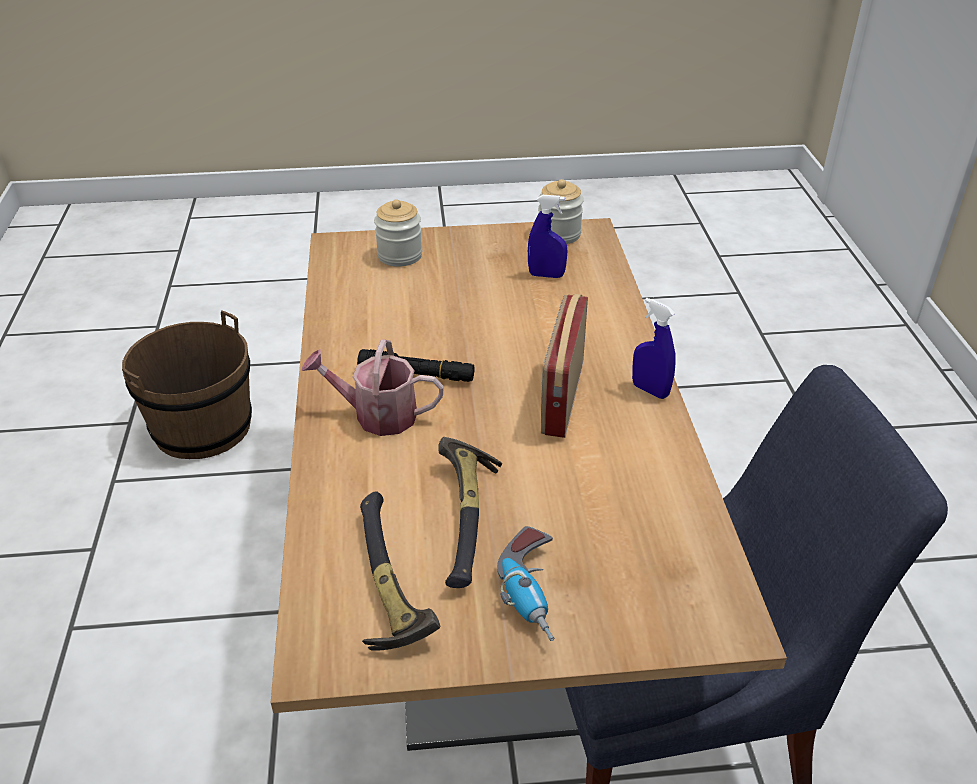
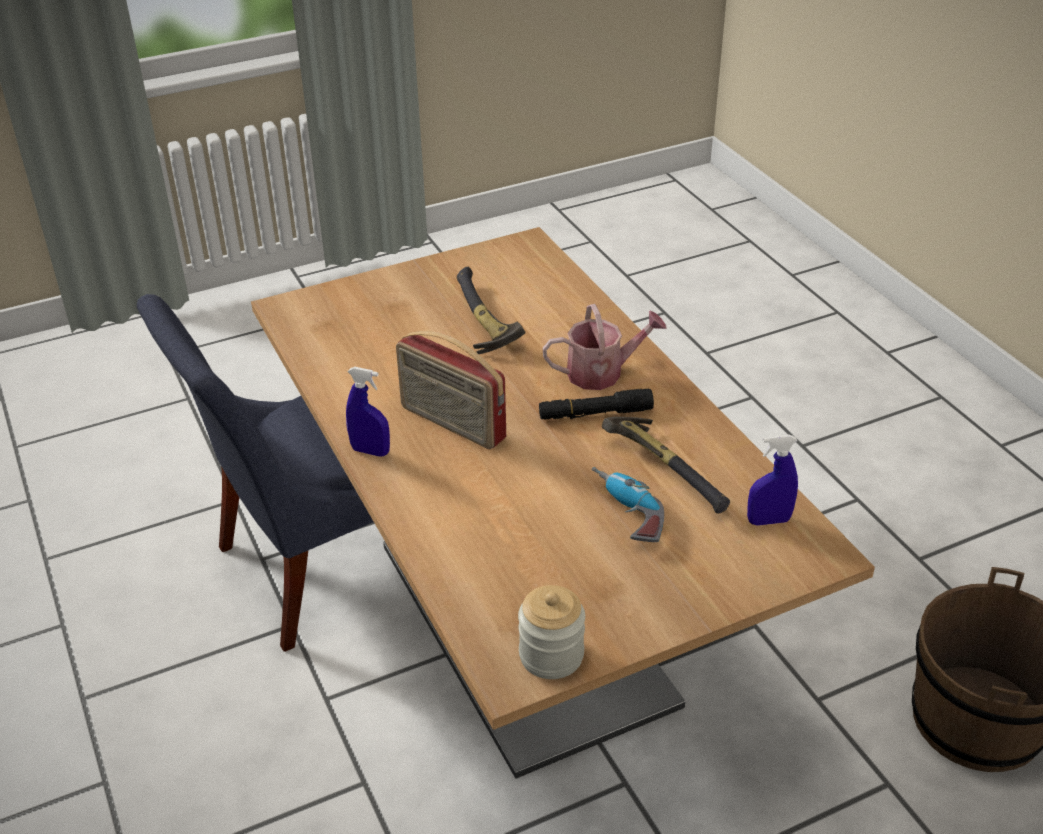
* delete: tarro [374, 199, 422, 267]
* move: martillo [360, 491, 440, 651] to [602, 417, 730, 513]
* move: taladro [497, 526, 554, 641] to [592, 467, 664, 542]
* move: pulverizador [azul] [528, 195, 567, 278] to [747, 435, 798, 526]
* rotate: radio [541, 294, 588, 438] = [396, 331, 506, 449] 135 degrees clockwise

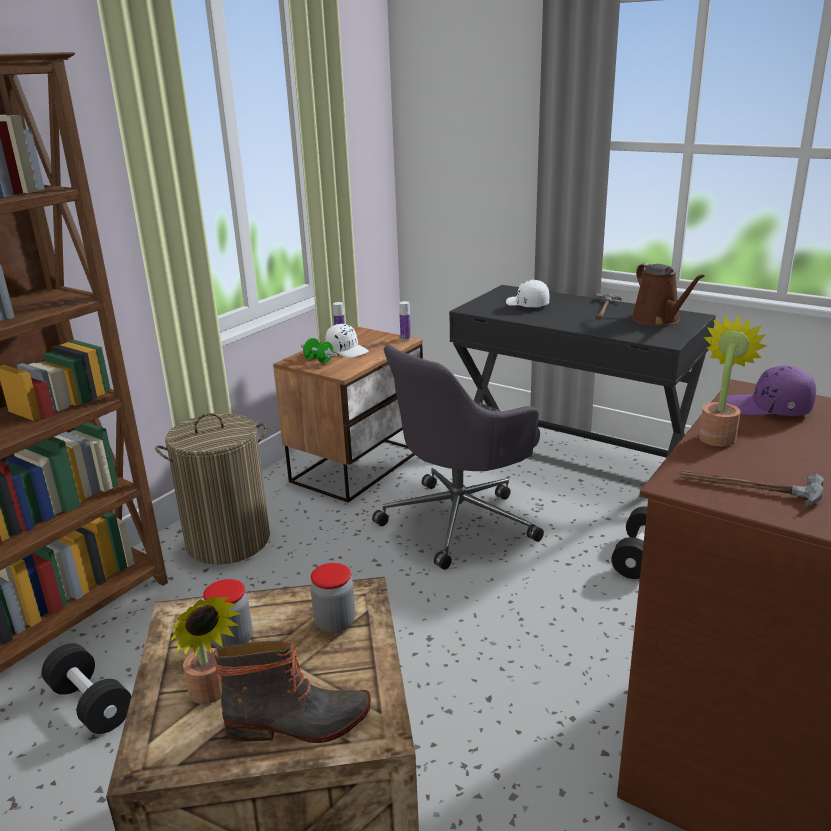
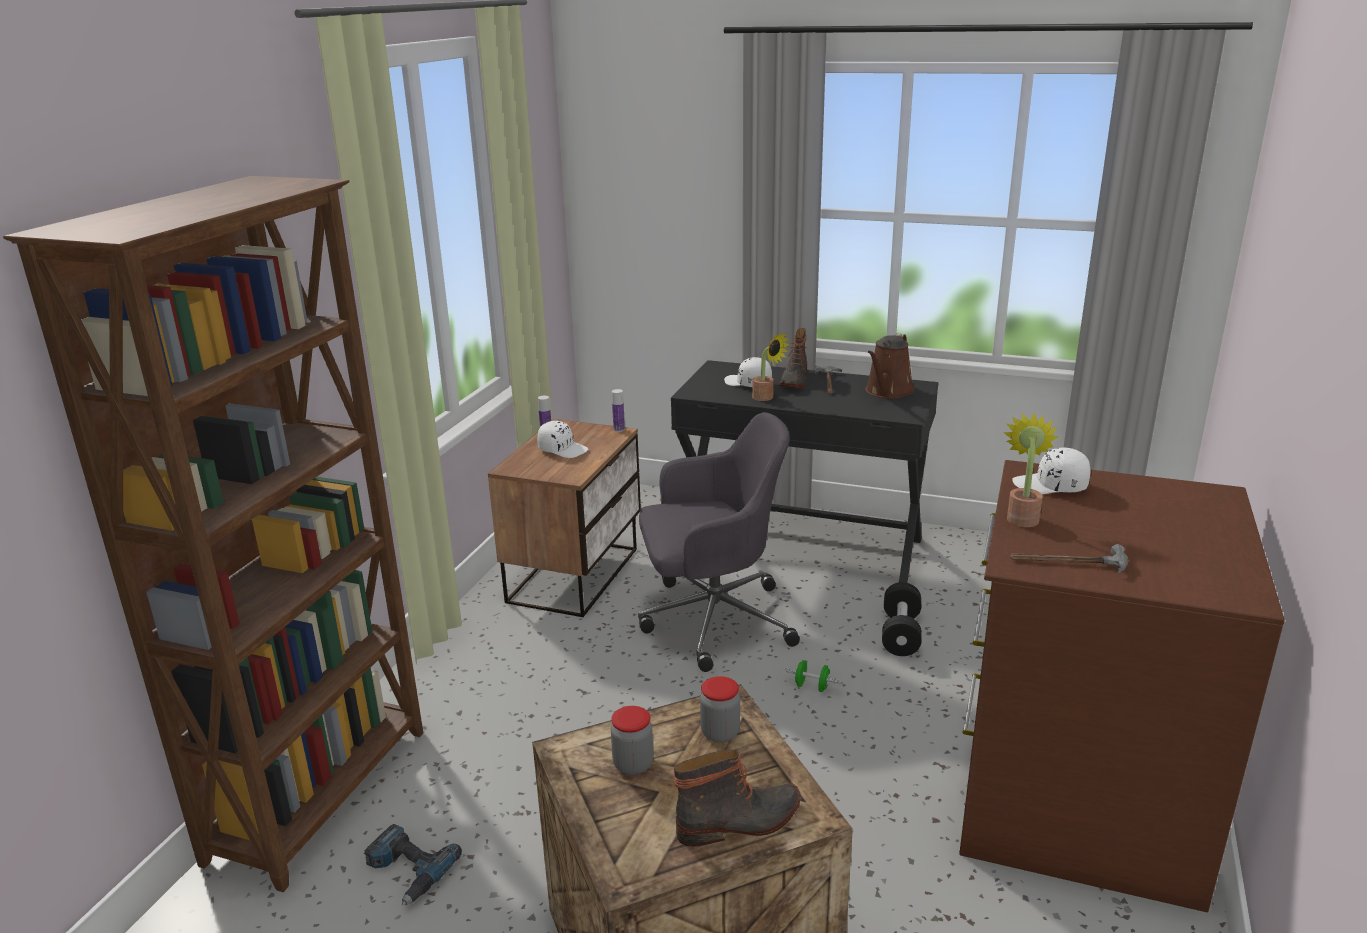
* delete: cesto de la ropa [155, 413, 270, 565]
* insert: bota [779, 328, 807, 388]
* move: planta en maceta [171, 596, 241, 704] to [752, 333, 790, 401]
* move: mancuerna [verde] [301, 338, 337, 363] to [784, 660, 842, 692]
* replace: mancuerna [negro] [42, 643, 131, 734] to taladro [364, 824, 462, 906]
* recolor: gorra [morado] [727, 366, 816, 416] to gorra [blanco] [1012, 448, 1090, 494]
* rotate: silla de oficina [gris] [372, 345, 544, 570] = [638, 412, 800, 672] 135 degrees counterclockwise
* rotate: regadera [marrón] [632, 263, 705, 326] = [865, 334, 915, 399] 60 degrees clockwise

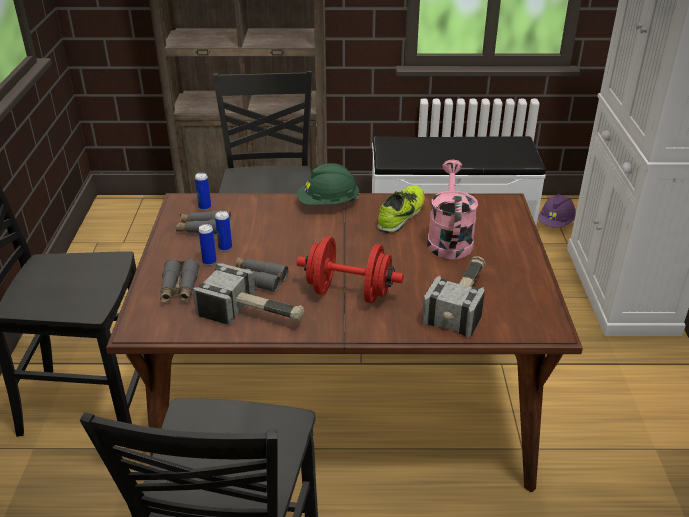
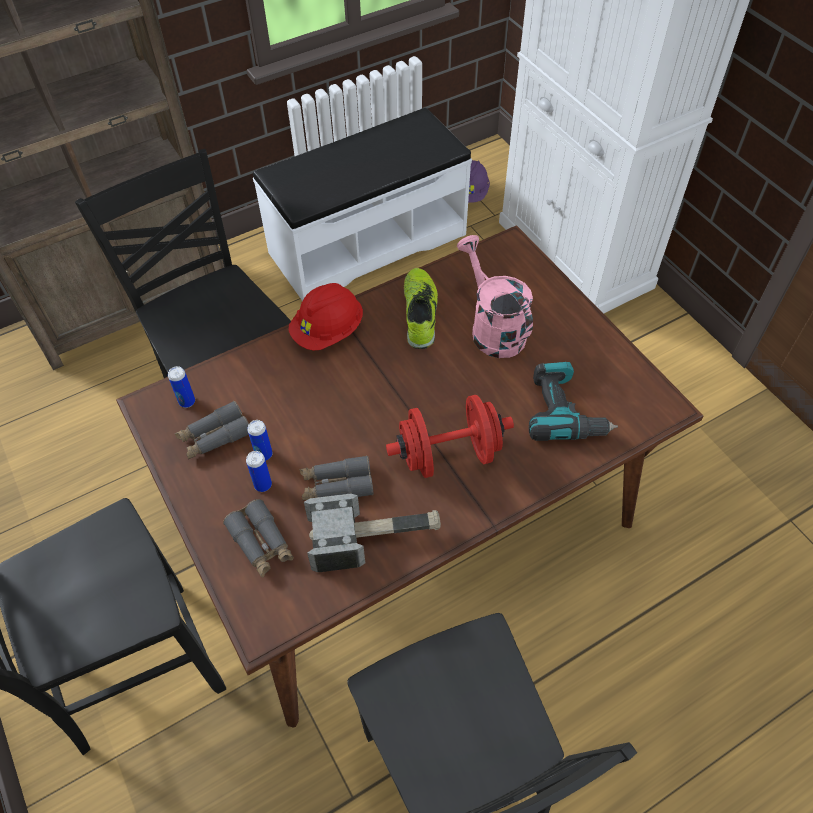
* replace: martillo [422, 256, 486, 338] to taladro [529, 362, 618, 441]
* recolor: casco [verde] [297, 163, 360, 205] to casco [rojo] [289, 283, 363, 351]

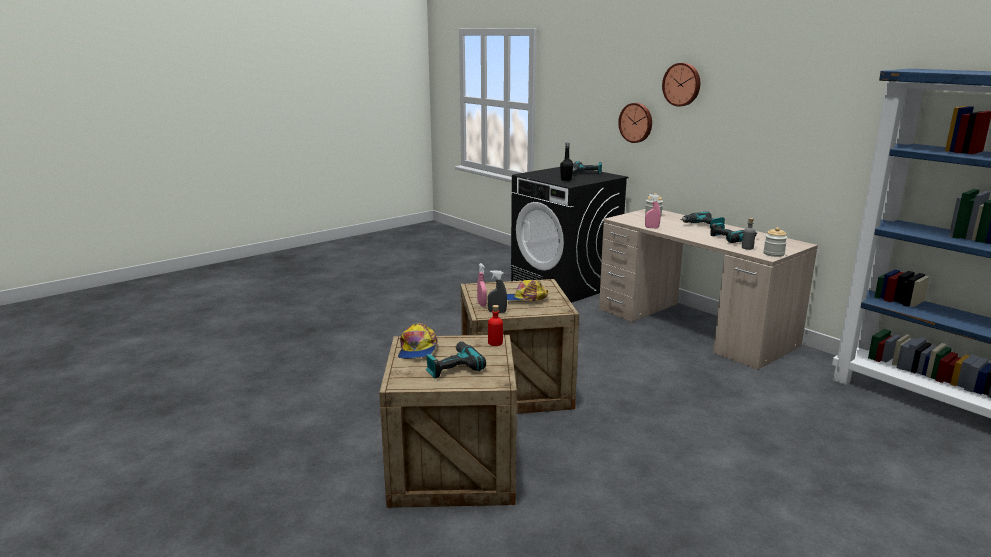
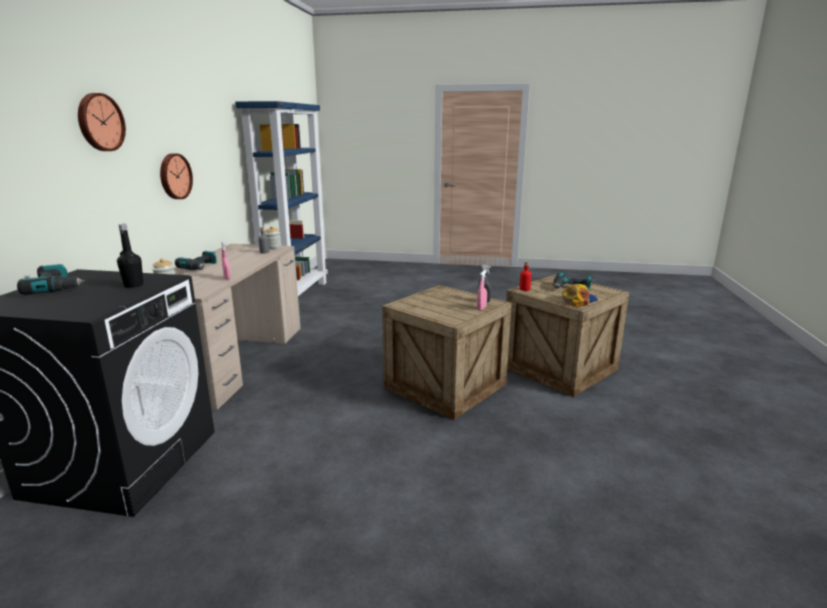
* delete: gorra [507, 280, 548, 301]
* delete: taladro [710, 222, 757, 243]
* move: reloj de pared [618, 103, 652, 143] to [160, 153, 193, 199]

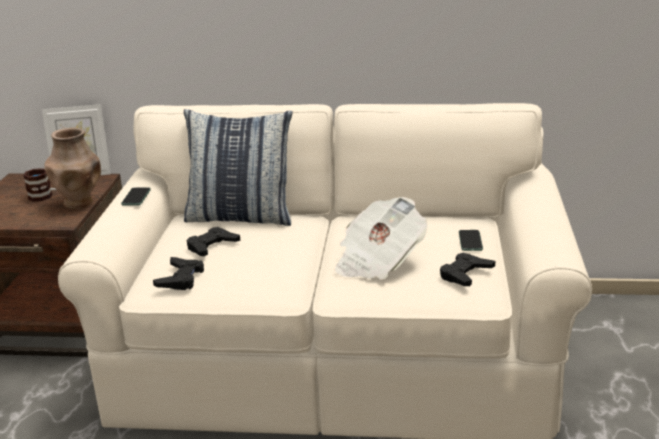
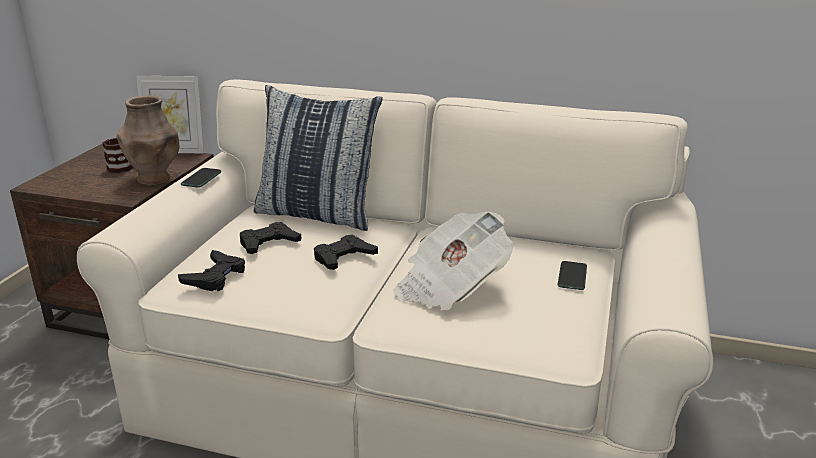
* move: mando de consola [negro] [440, 252, 495, 286] to [314, 235, 378, 270]

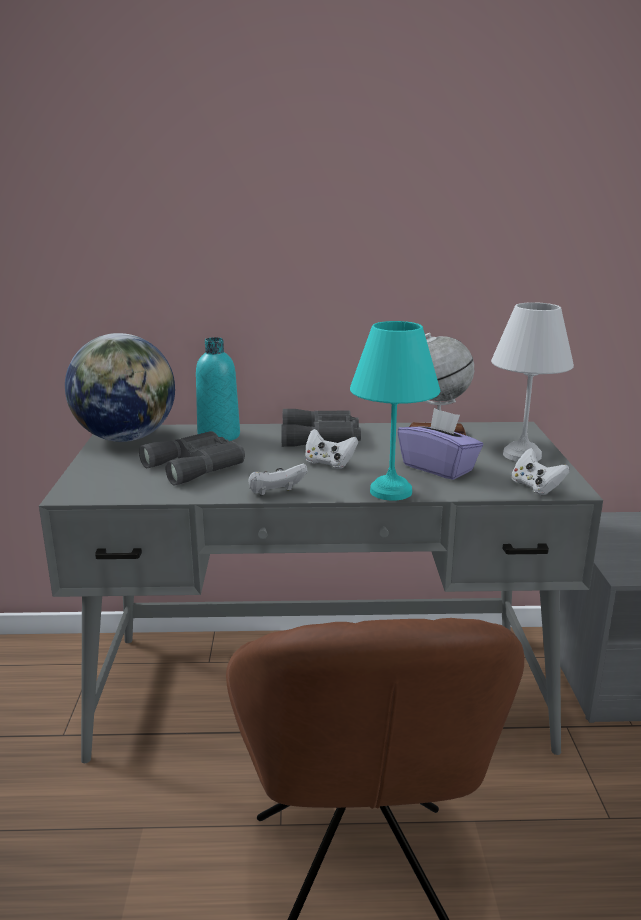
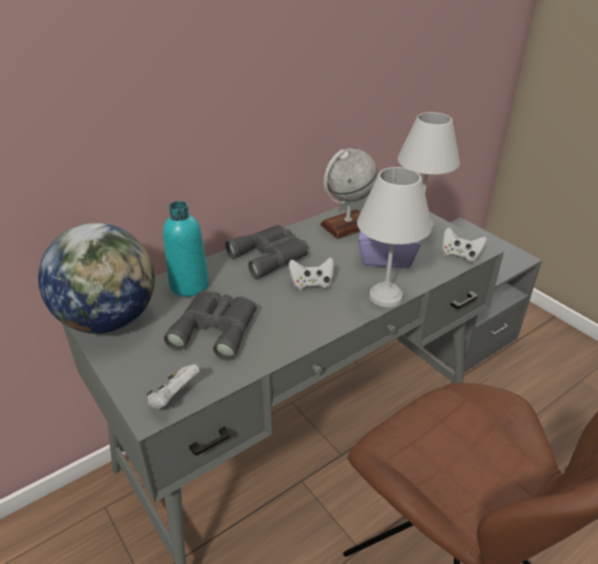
* move: mando de consola [blanco] [248, 463, 307, 496] to [146, 364, 200, 409]
* recolor: lámpara de mesa [turquesa] [350, 321, 440, 501] to lámpara de mesa [blanco] [357, 167, 432, 307]

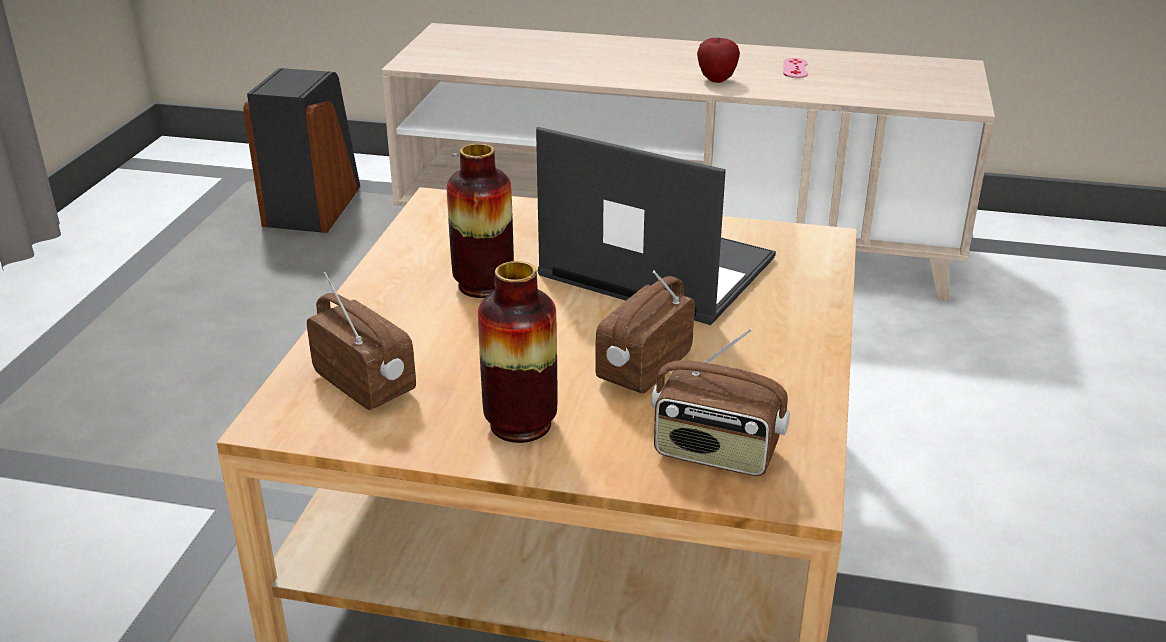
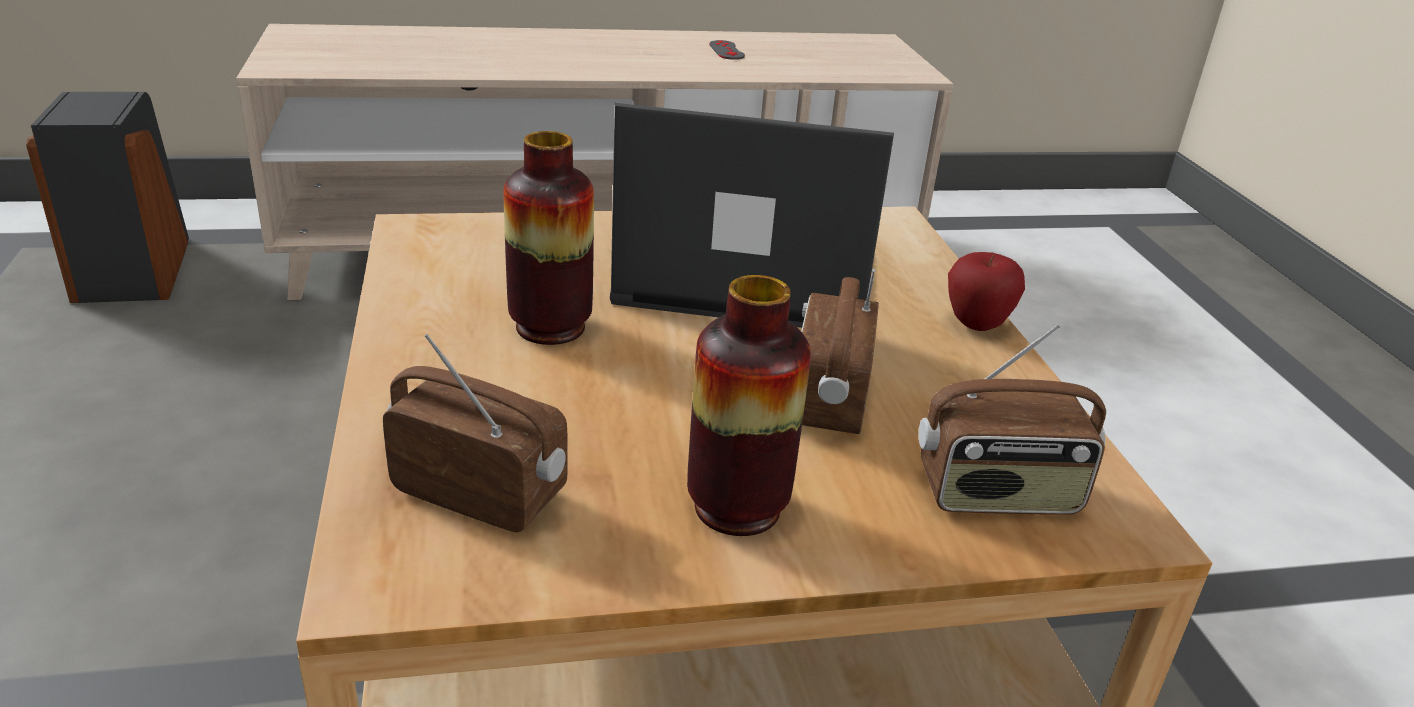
* move: manzana [697, 37, 740, 83] to [948, 252, 1025, 331]
* recolor: mando de consola [rosa] [783, 58, 808, 78] to mando de consola [gris] [709, 40, 745, 60]

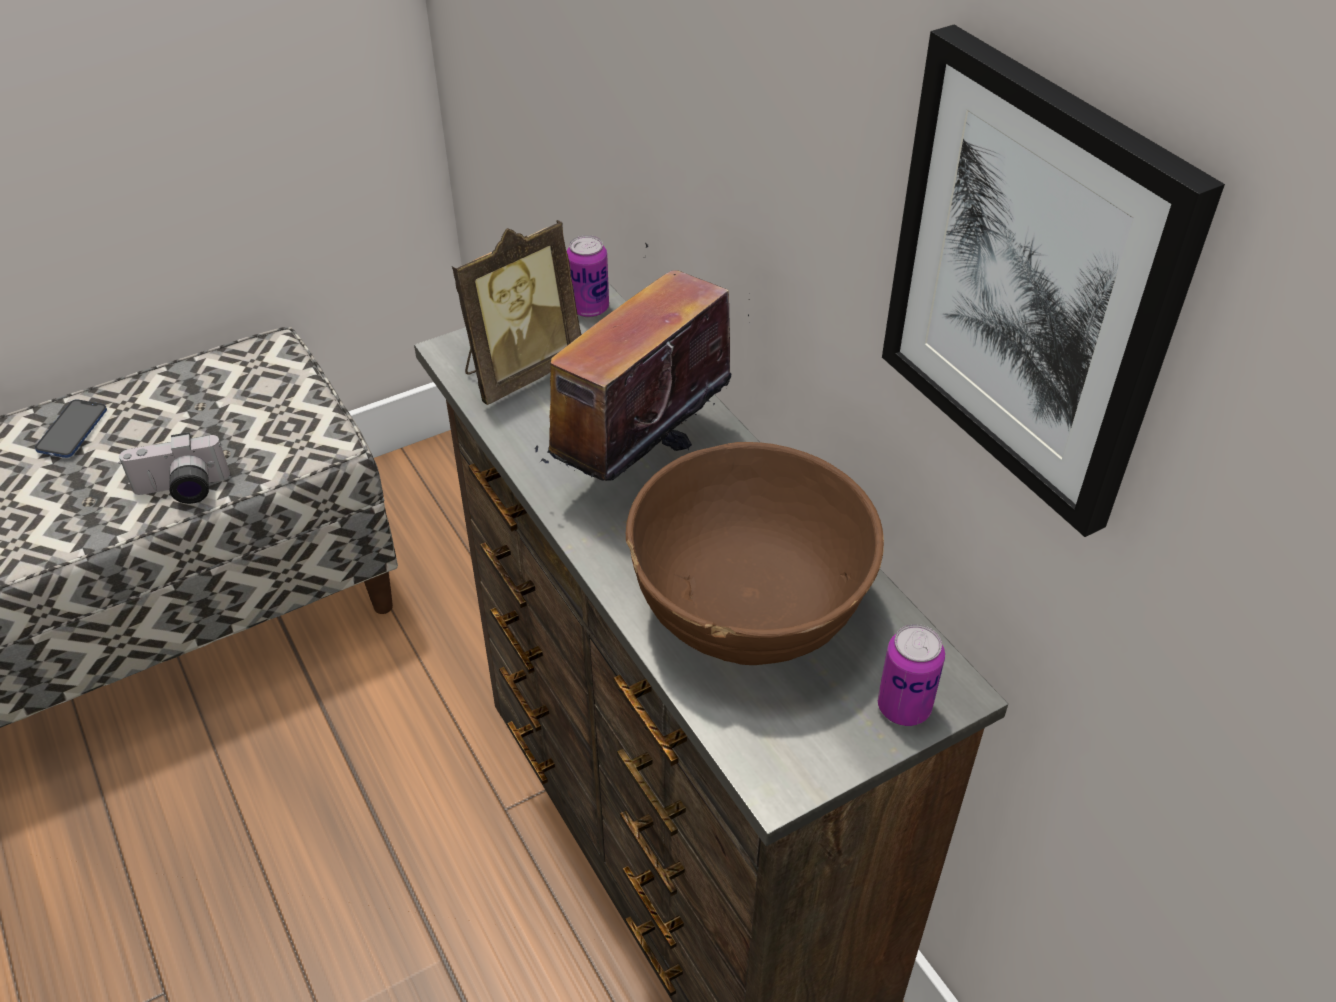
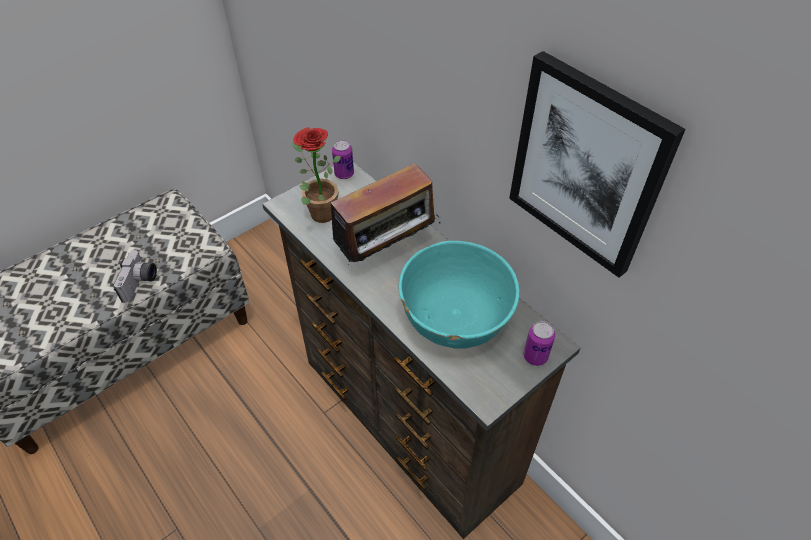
* delete: móvil [35, 399, 107, 458]
* replace: portarretratos [452, 220, 582, 405] to planta en maceta [292, 127, 341, 223]
* recolor: cuenco [marrón] [626, 442, 884, 665] to cuenco [turquesa] [399, 241, 520, 349]
* rotate: cámara [119, 432, 230, 504] = [113, 250, 157, 303] 60 degrees counterclockwise
* rotate: radio [534, 243, 750, 481] = [331, 163, 442, 265] 150 degrees counterclockwise

